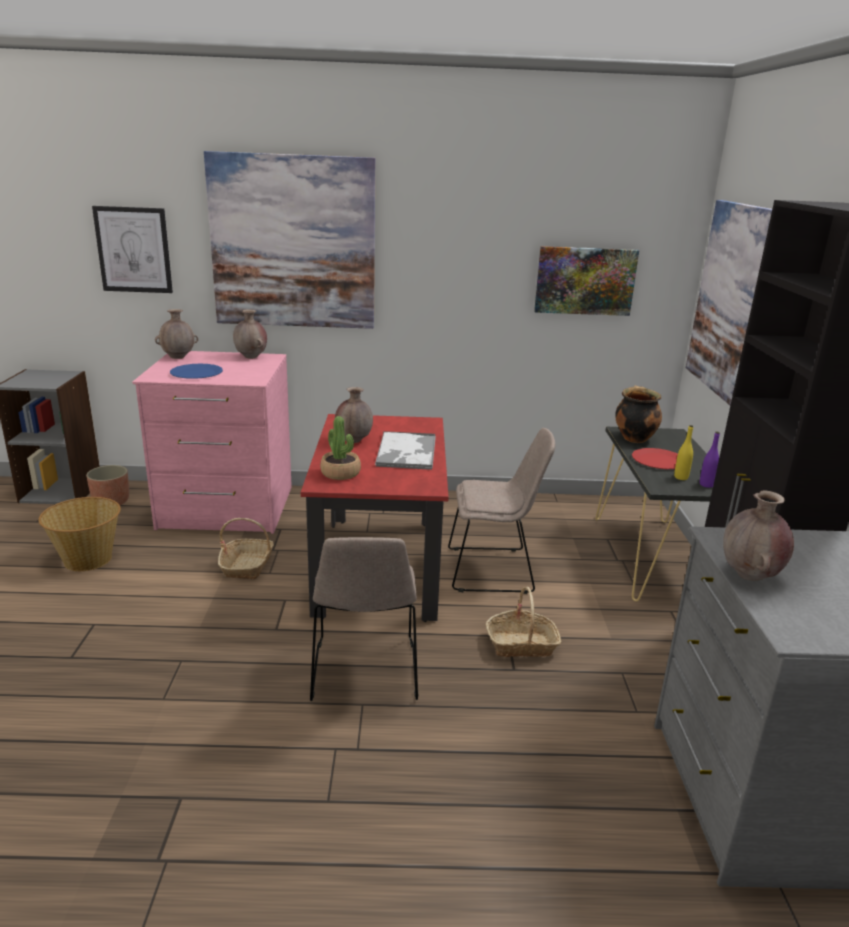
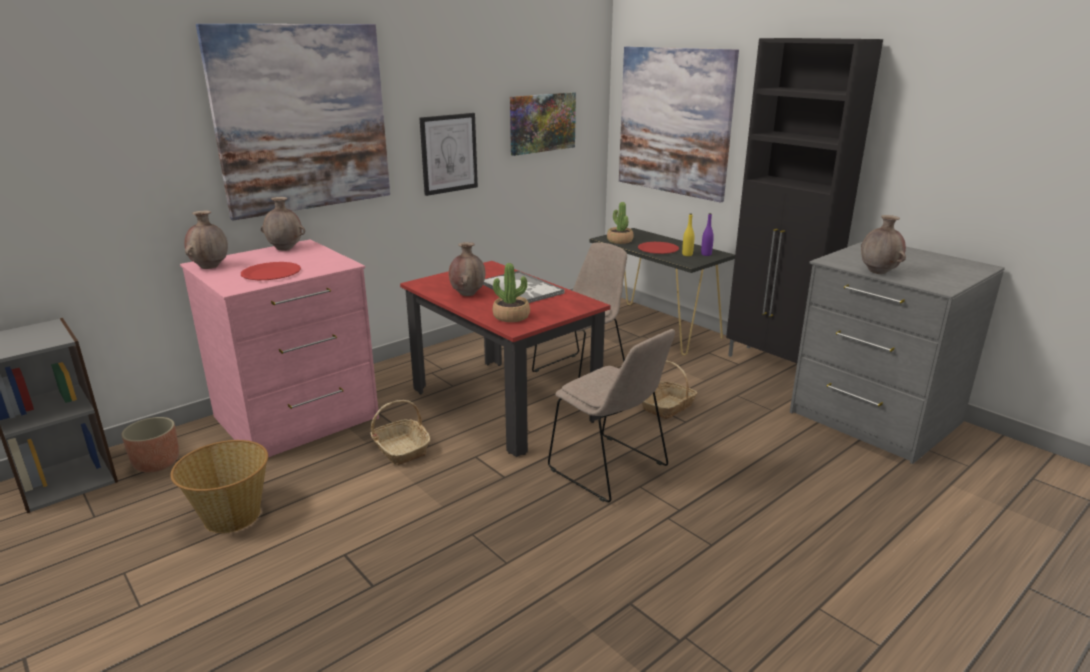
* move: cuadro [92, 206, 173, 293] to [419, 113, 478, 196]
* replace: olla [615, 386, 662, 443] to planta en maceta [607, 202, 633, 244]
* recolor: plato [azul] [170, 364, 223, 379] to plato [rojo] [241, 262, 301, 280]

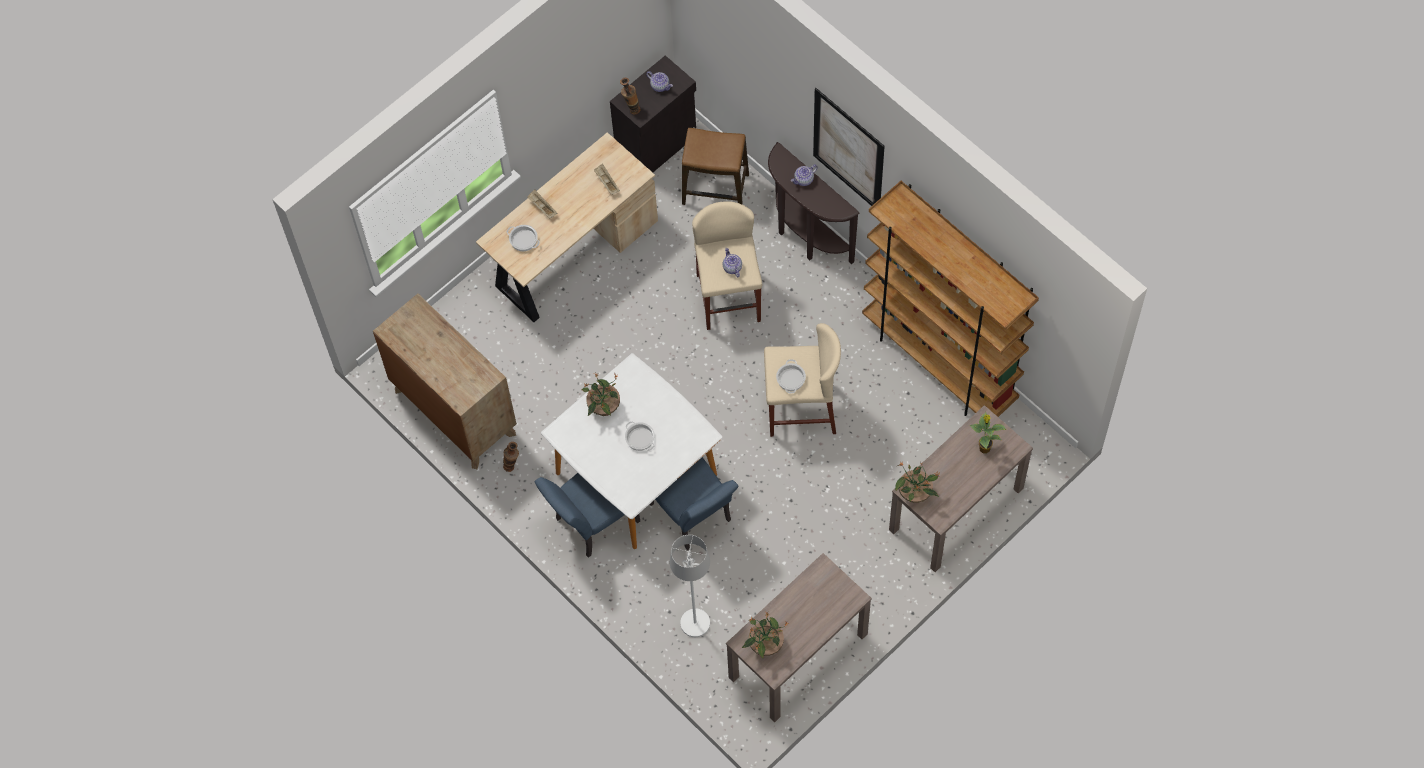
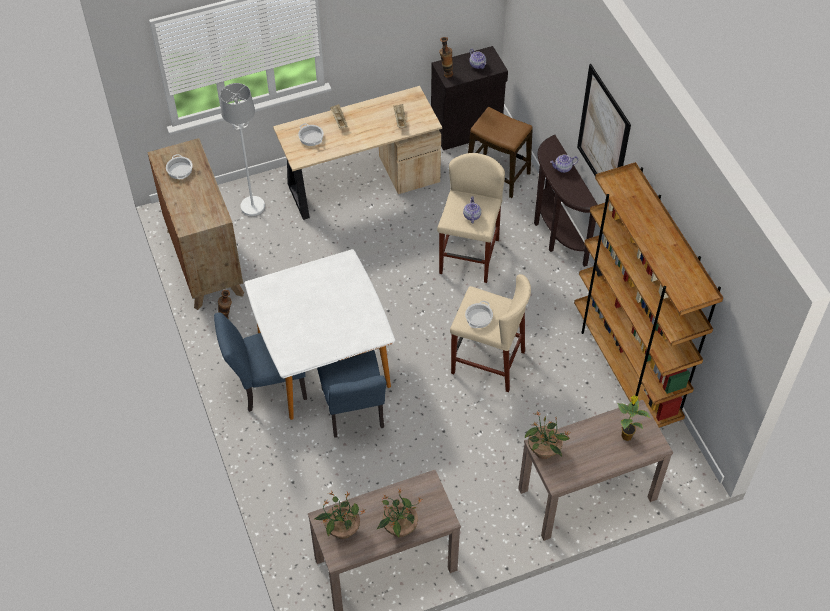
* move: planta en maceta [582, 372, 620, 416] to [376, 488, 421, 537]
* move: olla [625, 421, 655, 451] to [166, 154, 193, 179]
* move: lámpara de pie [blanco] [670, 535, 710, 637] to [220, 83, 265, 216]

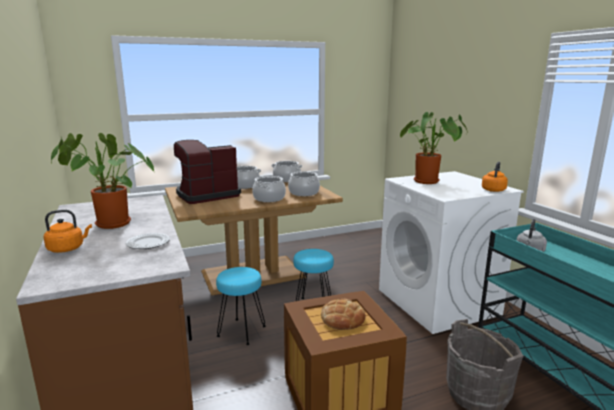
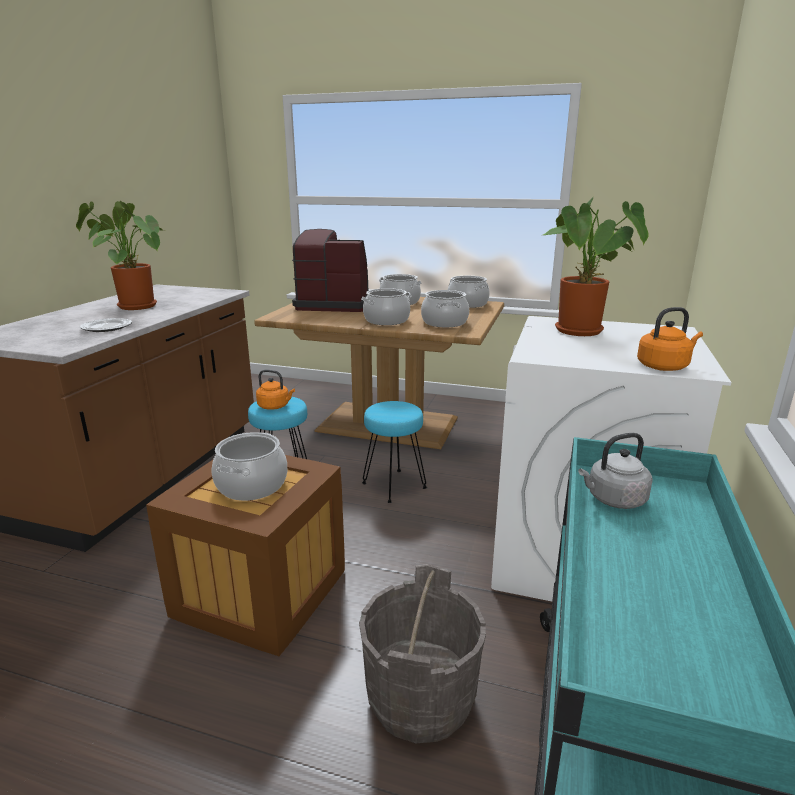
* move: hervidor [naranja] [43, 210, 92, 253] to [256, 370, 295, 410]
* replace: pan [321, 299, 366, 330] to olla [212, 432, 288, 501]

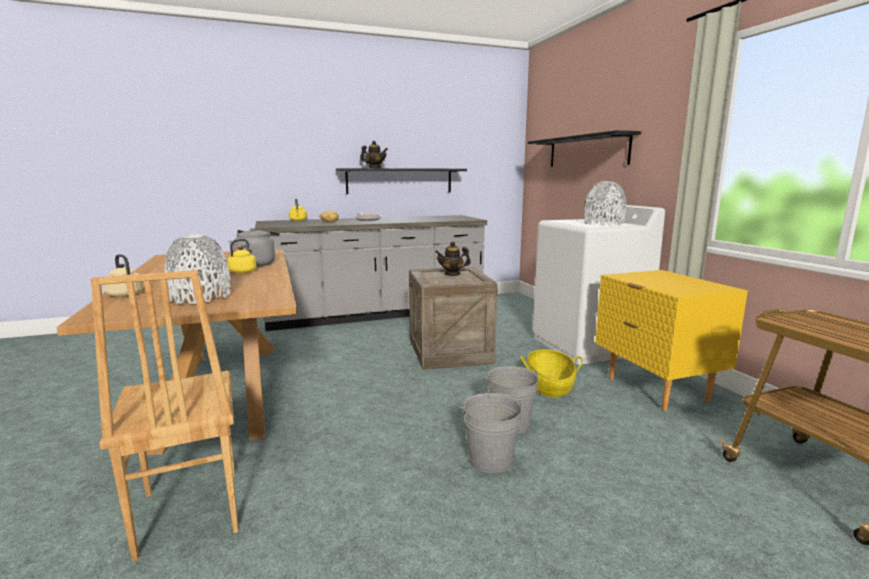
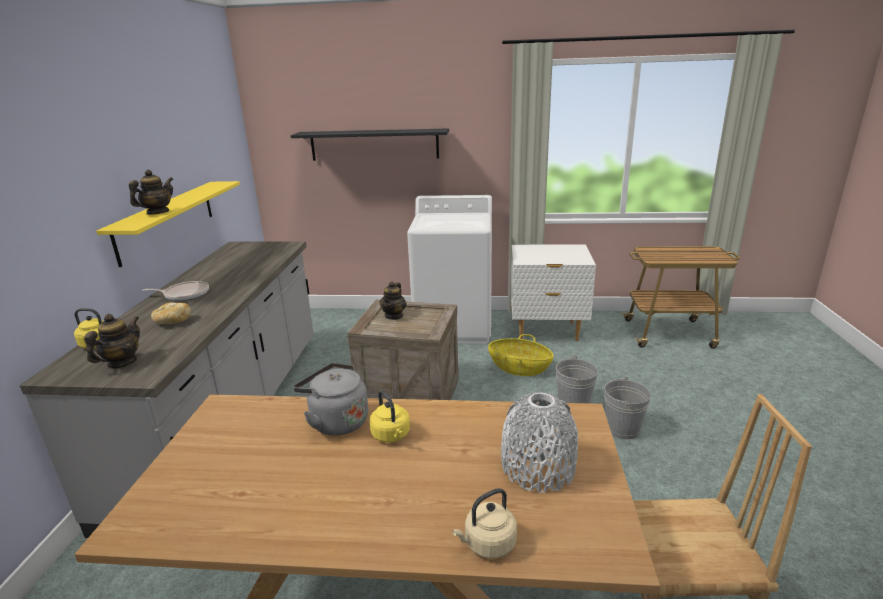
* delete: florero [gris] [584, 181, 627, 225]
* insert: tetera [84, 314, 140, 369]
* recolor: estante [negro] [336, 168, 467, 194] to estante [amarillo] [96, 181, 240, 267]
* recolor: mesita de noche [amarillo] [595, 270, 748, 411] to mesita de noche [blanco] [511, 244, 596, 341]

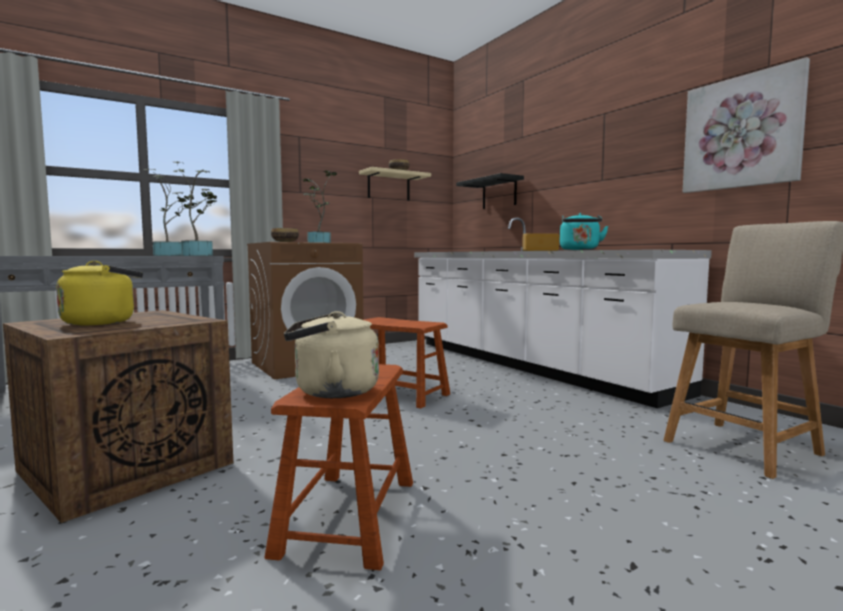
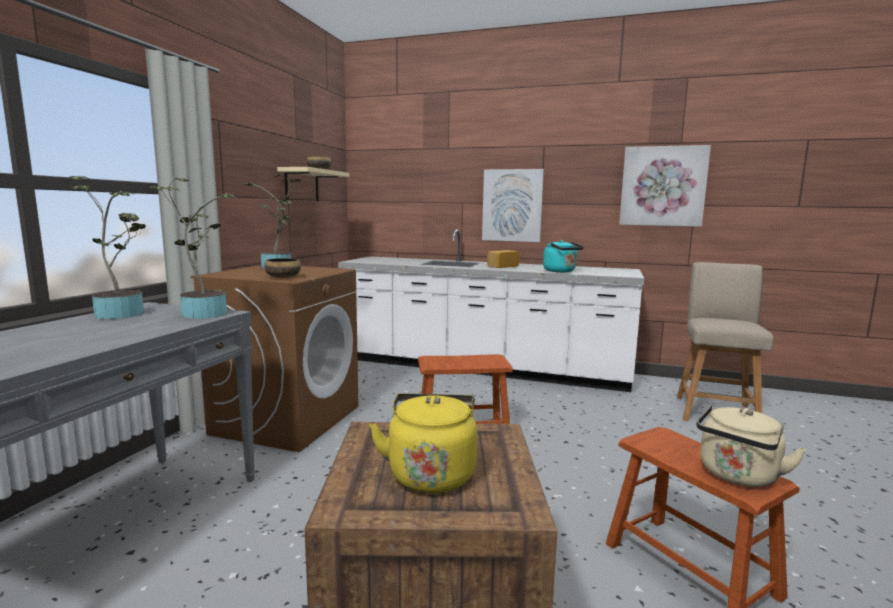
* delete: estante [negro] [456, 173, 524, 209]
* insert: cuadro [482, 169, 544, 242]

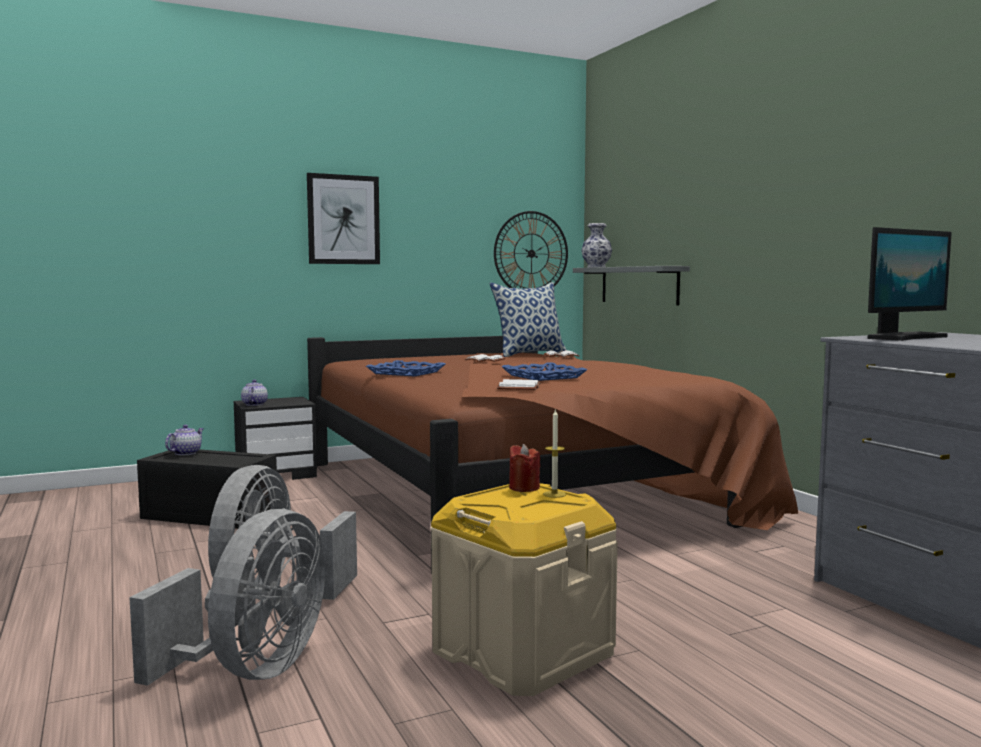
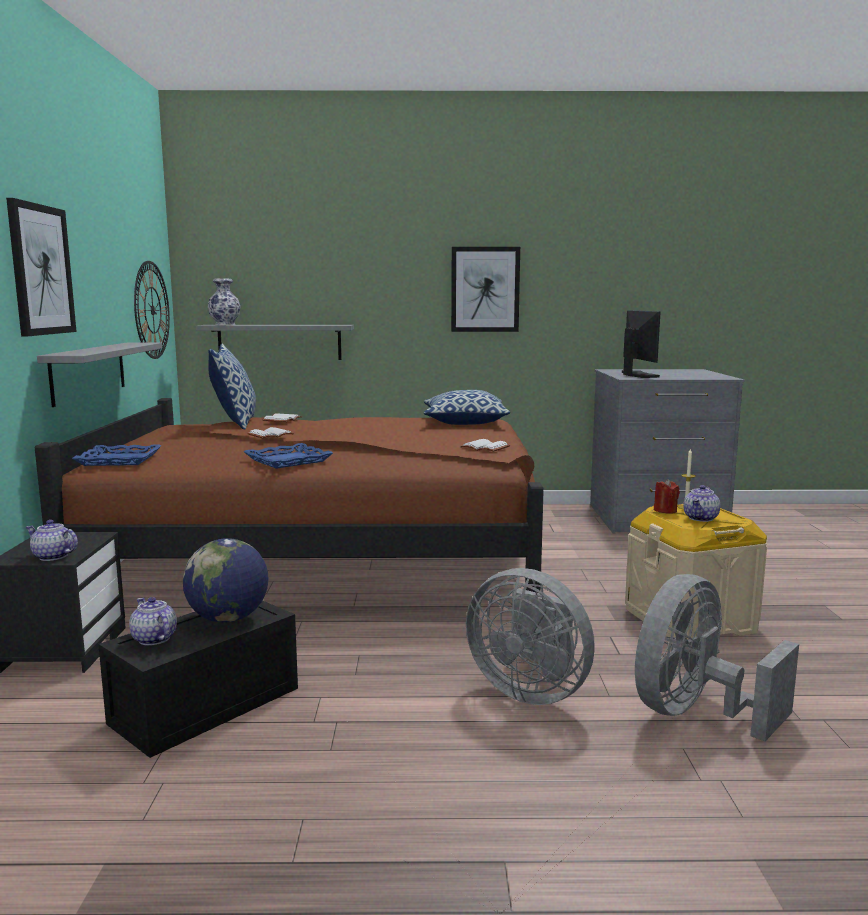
* insert: estante [gris] [37, 343, 162, 407]
* insert: globo terráqueo [183, 538, 268, 623]
* insert: cojín [424, 390, 510, 425]
* insert: cuadro [451, 247, 520, 332]
* insert: tetera [683, 485, 720, 522]
* move: bandeja [azul] [501, 362, 588, 381] to [72, 444, 162, 466]
* rotate: ventilador [gris] [129, 509, 325, 686] = [635, 574, 799, 741] 90 degrees counterclockwise

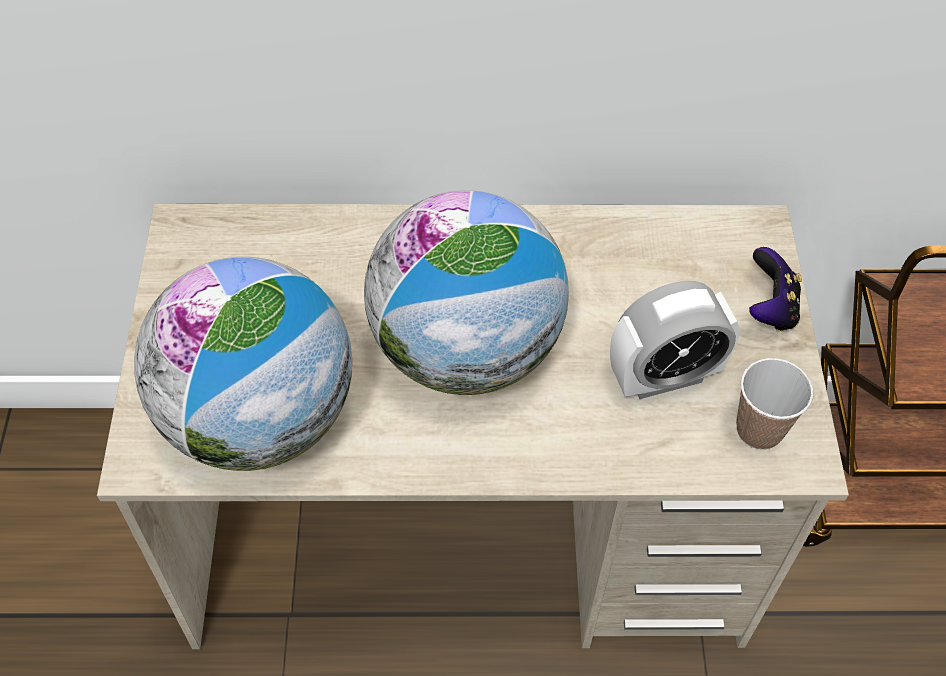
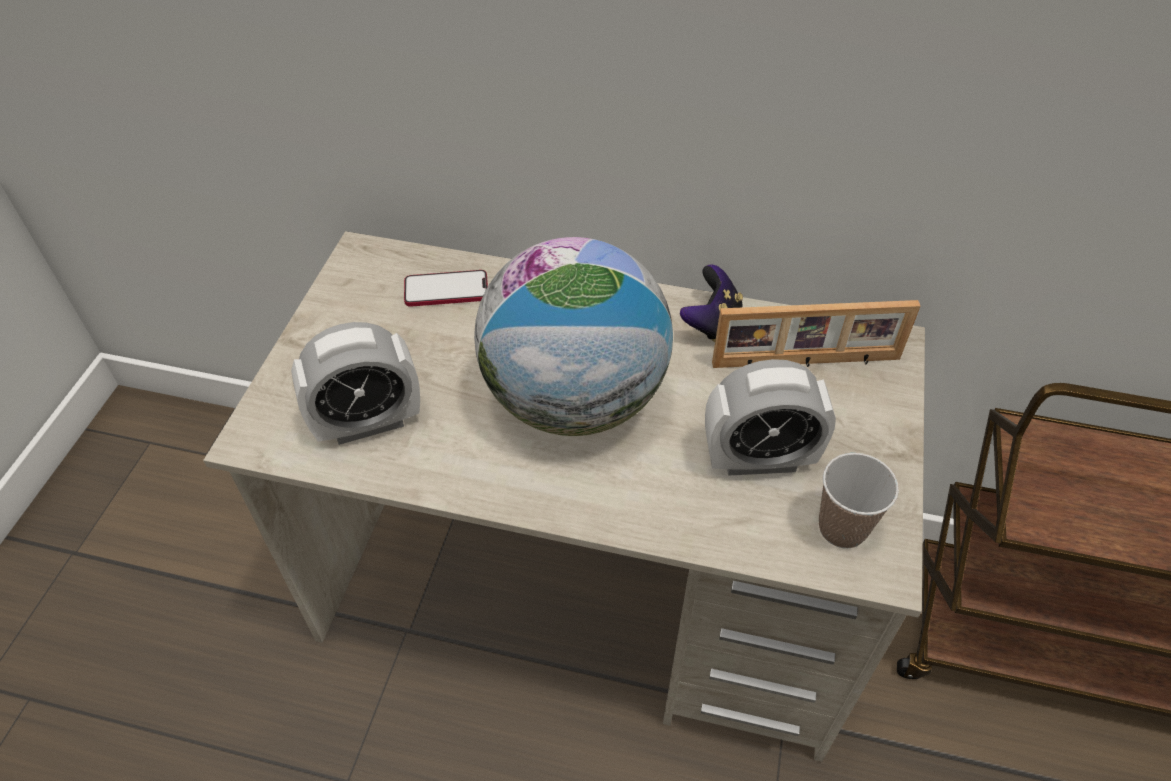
* insert: móvil [404, 270, 488, 307]
* insert: portarretratos [712, 300, 920, 368]
* move: mando de consola [749, 247, 802, 331] to [680, 265, 743, 342]
* replace: globo terráqueo [134, 257, 352, 471] to despertador [291, 322, 420, 445]

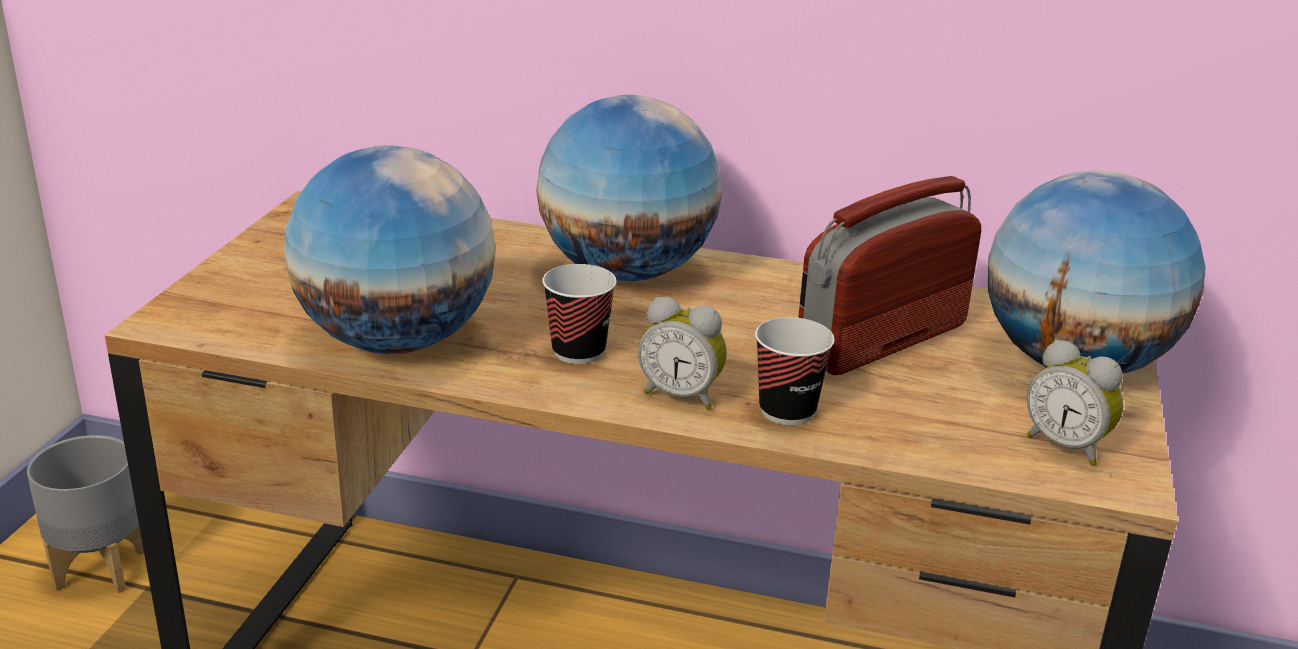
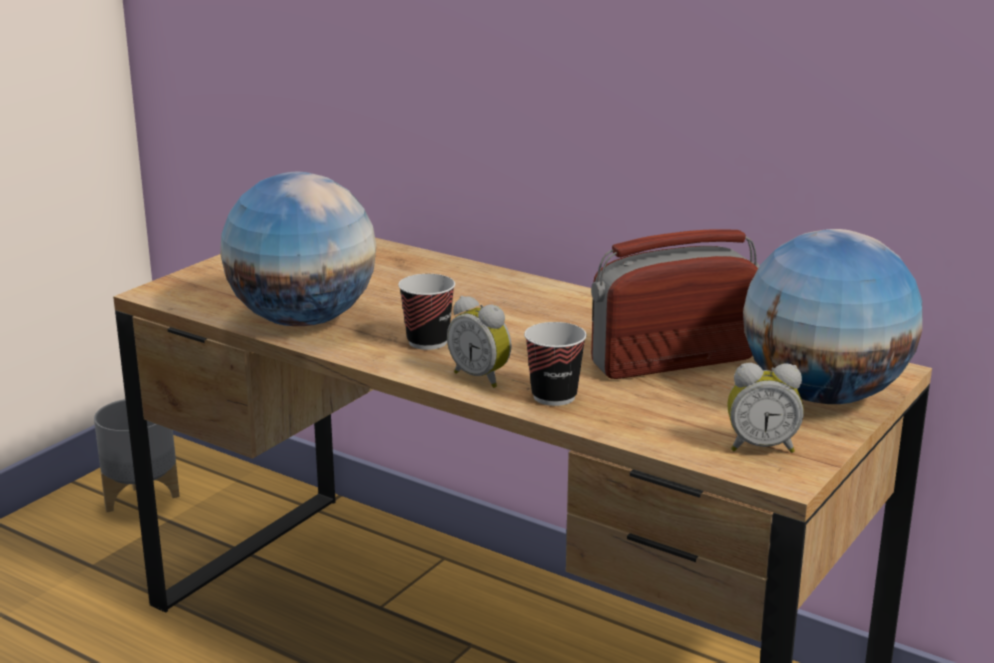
* delete: globo terráqueo [536, 95, 722, 281]
* rotate: despertador [1027, 340, 1124, 465] = [727, 363, 804, 453] 60 degrees counterclockwise

